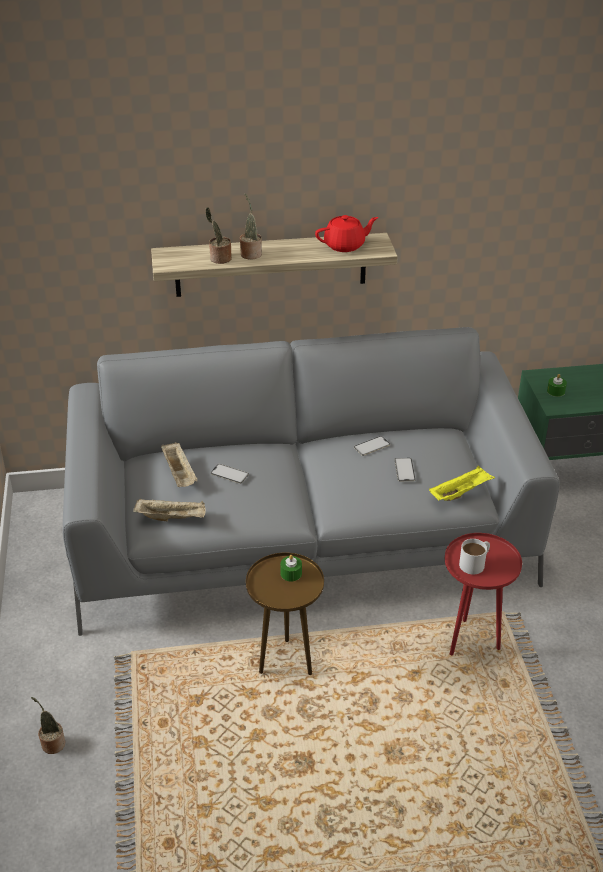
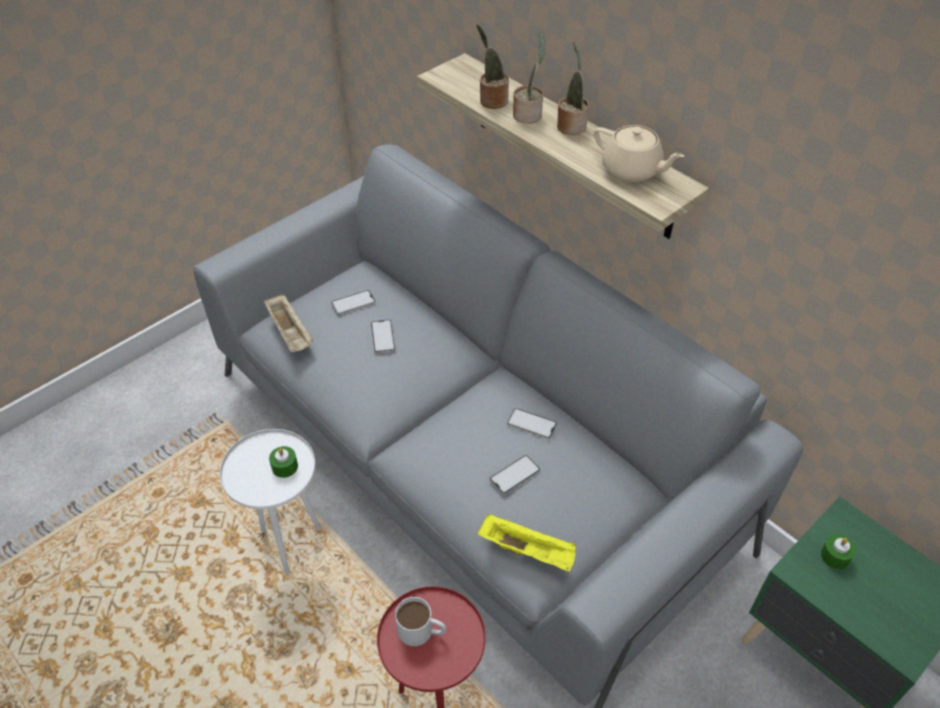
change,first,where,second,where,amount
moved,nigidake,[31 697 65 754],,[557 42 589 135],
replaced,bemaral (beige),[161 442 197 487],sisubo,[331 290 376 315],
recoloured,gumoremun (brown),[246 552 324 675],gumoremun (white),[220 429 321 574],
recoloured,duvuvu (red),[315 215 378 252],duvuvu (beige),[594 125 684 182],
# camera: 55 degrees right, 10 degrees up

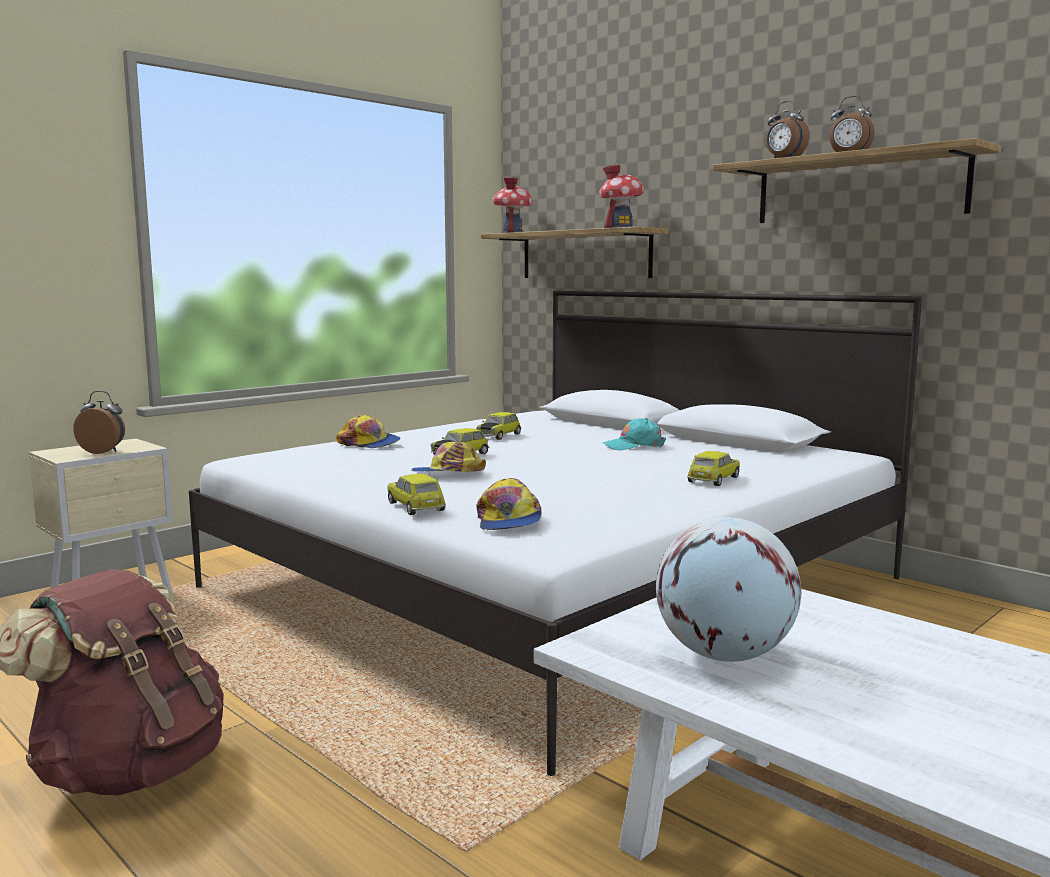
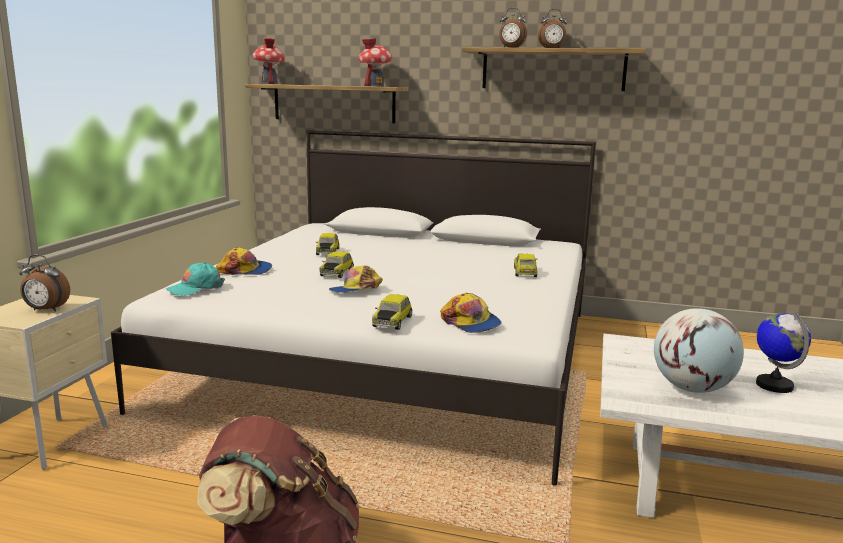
change,first,where,second,where,amount
added,,,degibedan,[756 312 811 393],
moved,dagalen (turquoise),[603 418 666 450],,[166 262 225 296],
turned,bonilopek,[73 391 125 454],,[20 255 70 312],150 degrees counterclockwise
turned,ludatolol,[387 474 446 515],,[372 294 413 330],105 degrees counterclockwise
# camera: 30 degrees left, 5 degrees up

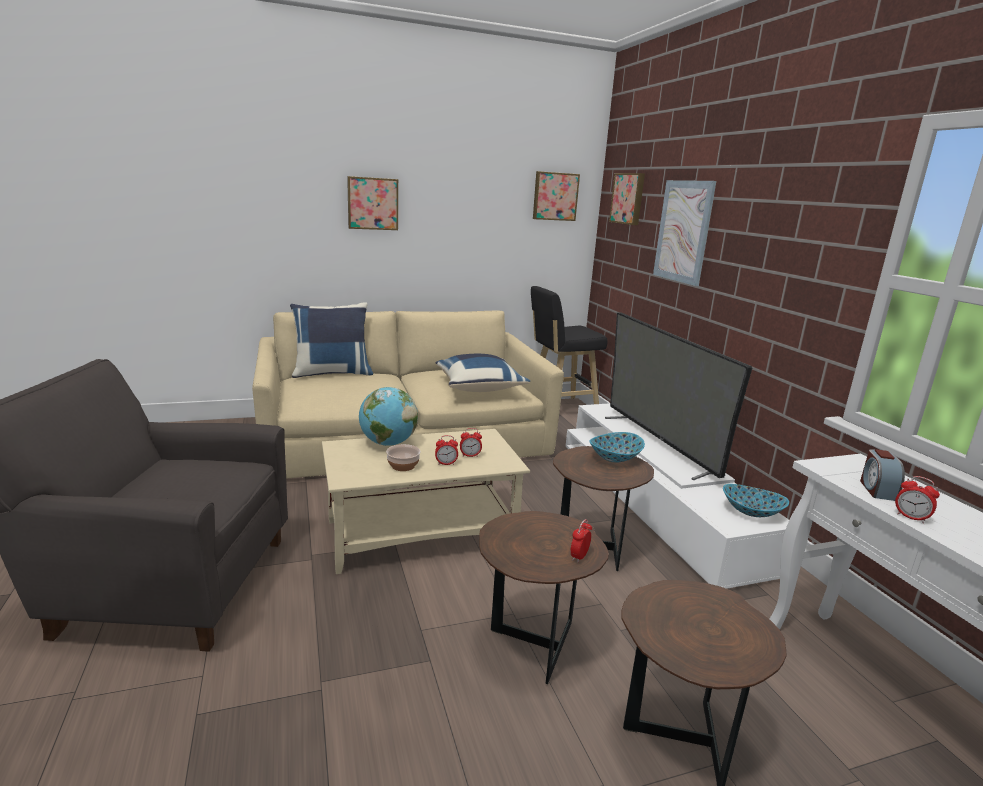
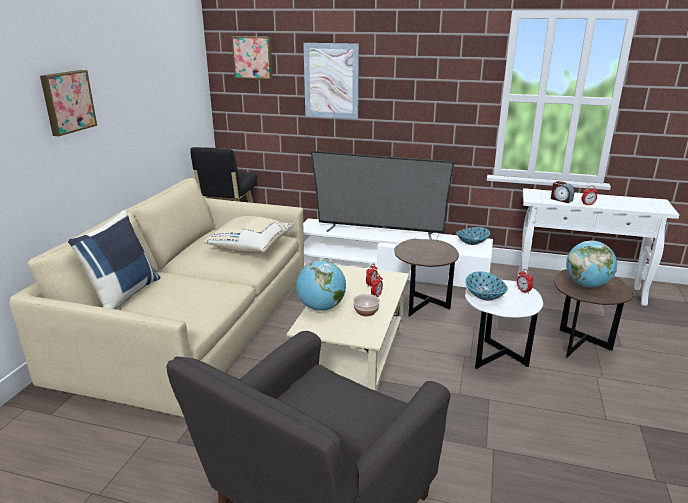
change,first,where,second,where,amount
removed,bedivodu,[533 171 580 221],,,
added,,,degibedan,[566 240 617 288],
moved,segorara,[589 432 645 463],,[465 271 508 300],
recoloured,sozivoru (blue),[436 354 530 392],sozivoru (beige),[204 216 294 253],
recoloured,gumoremun (brown),[479 511 609 684],gumoremun (white),[465 280 543 369],
# camera: 55 degrees left, 5 degrees up

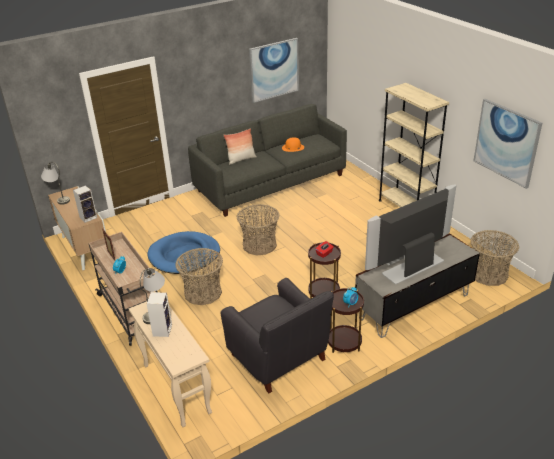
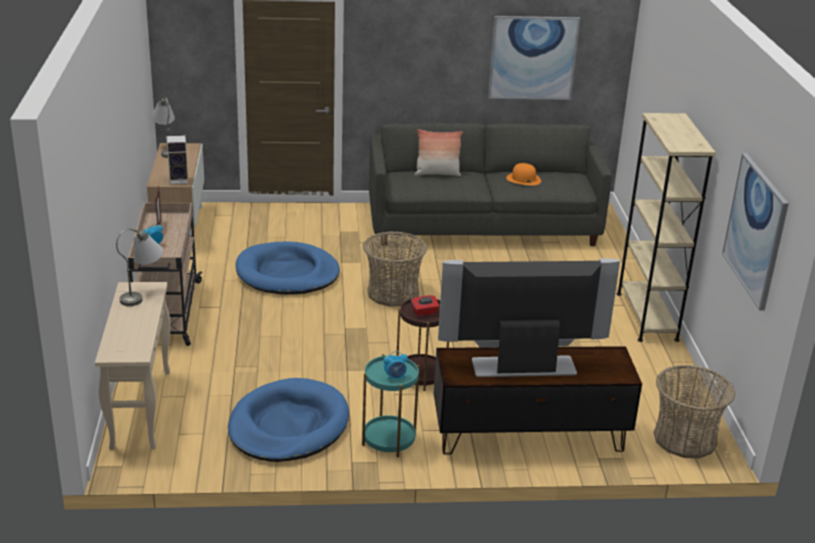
change,first,where,second,where,amount
removed,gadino,[147 292 172 337],,,
removed,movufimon,[175 248 223 305],,,
replaced,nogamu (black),[221 278 334 393],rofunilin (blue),[228 378 349 462],
recoloured,gumoremun (brown),[328 288 364 353],gumoremun (turquoise),[362 354 420 458],
recoloured,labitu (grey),[355 233 480 338],labitu (brown),[434 346 642 455],
# camera: 25 degrees right, 5 degrees down

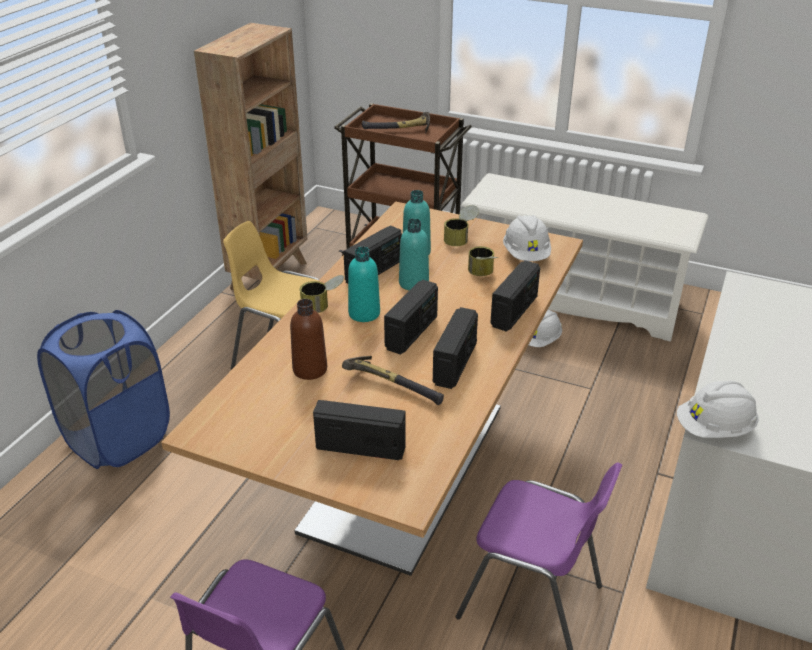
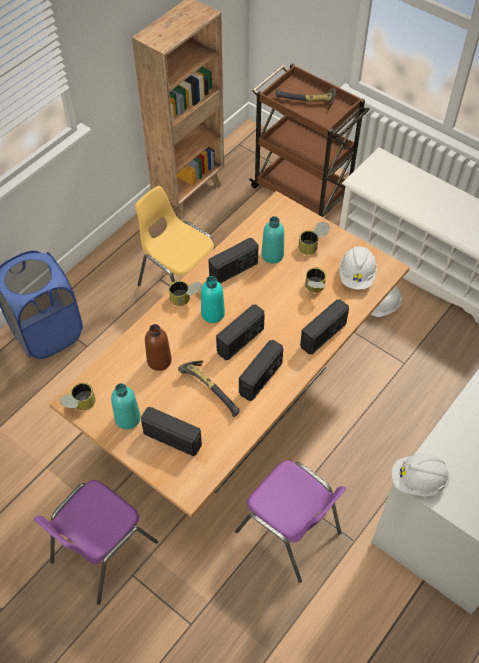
change,first,where,second,where,amount
added,,,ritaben,[59 383 96 410],
moved,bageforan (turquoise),[399 219 429 290],,[111 383 141 430],
# camera: 15 degrees right, 20 degrees up

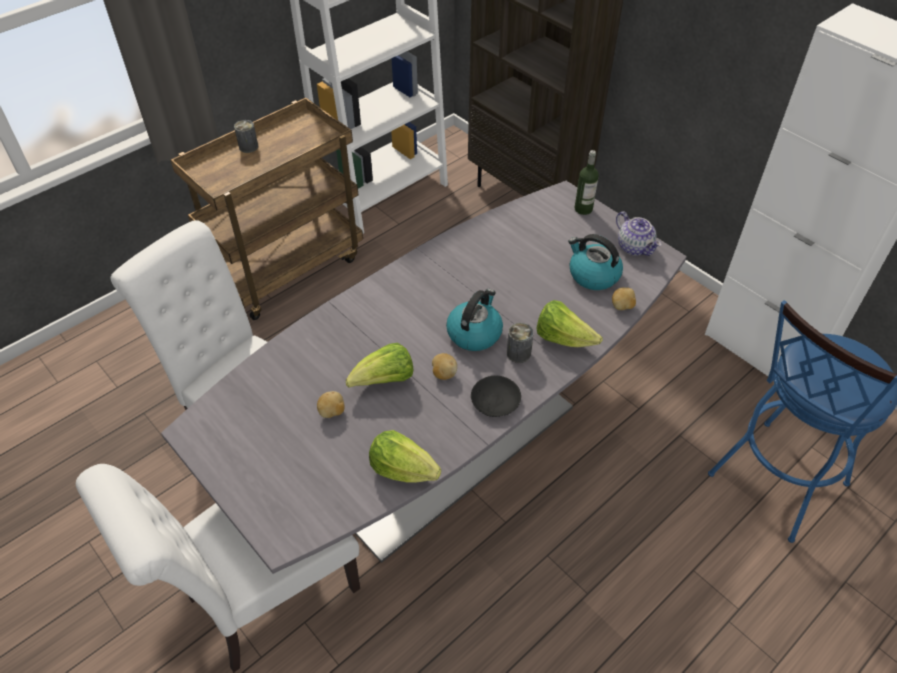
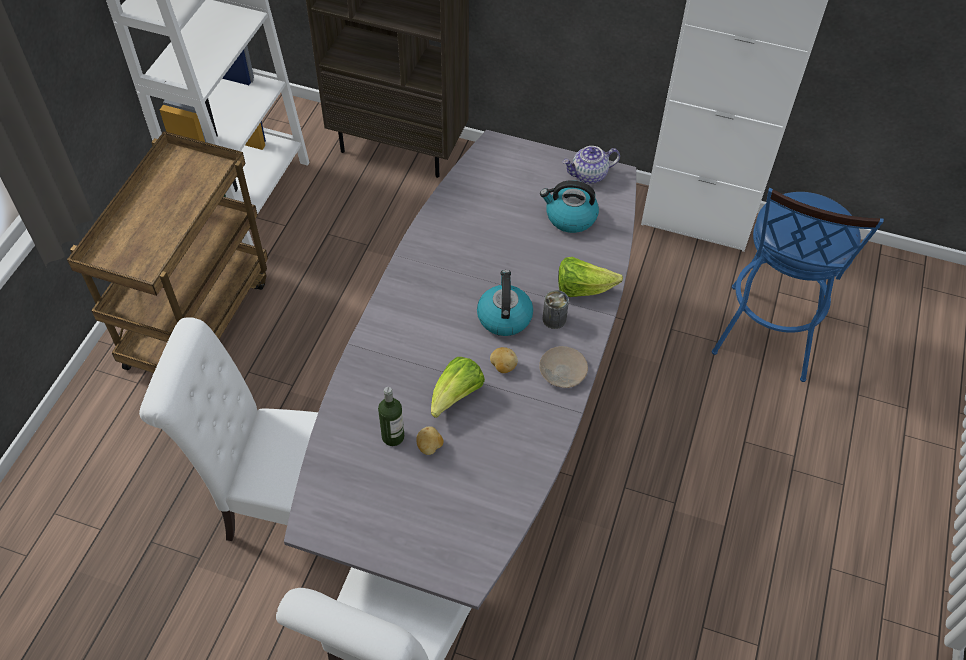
change,first,where,second,where,amount
removed,ritaben,[234 120 258 153],,,
removed,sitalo,[369 430 441 483],,,
removed,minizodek,[612 287 636 310],,,
moved,bageforan,[575 150 599 215],,[378 387 404 446],
recoloured,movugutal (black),[471 376 521 417],movugutal (beige),[539 346 588 388],
turned,duvuvu,[616 211 662 256],,[562 146 620 184],135 degrees clockwise
# camera: 30 degrees left, 5 degrees up

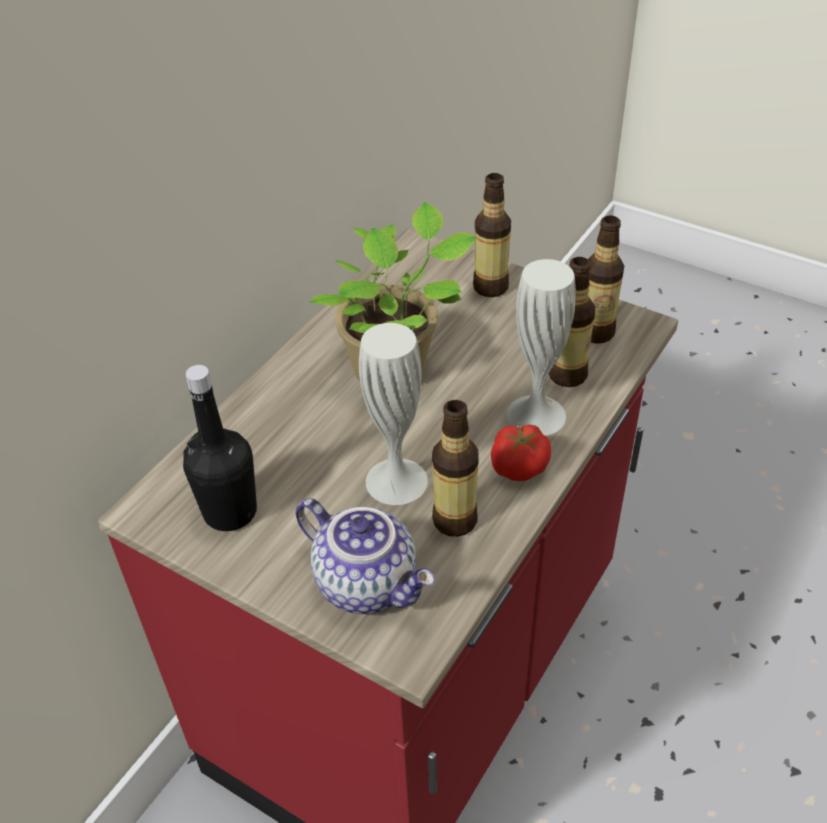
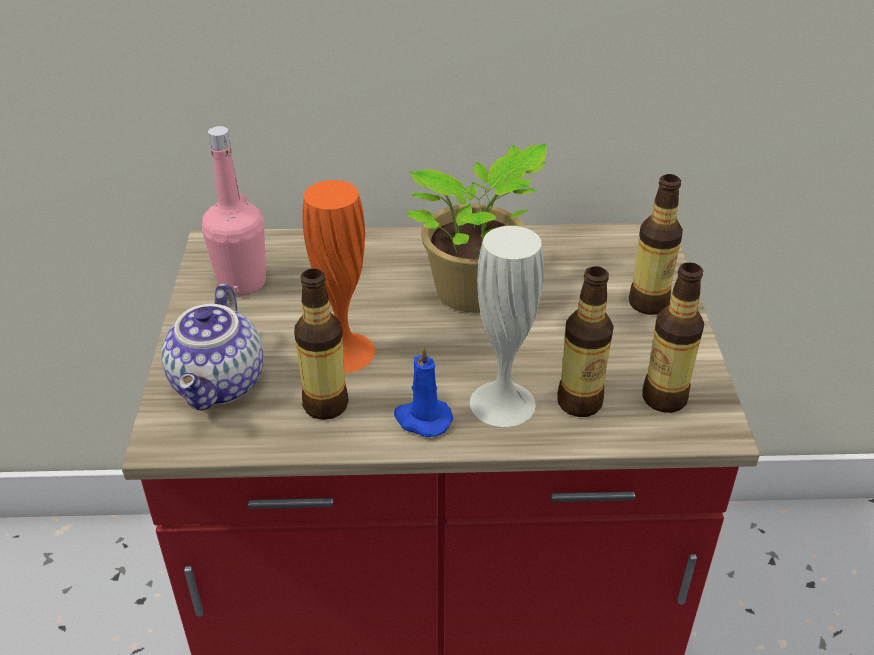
change,first,where,second,where,amount
replaced,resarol,[491 423 551 481],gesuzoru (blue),[394 345 453 437],
recoloured,bageforan (black),[183 365 257 531],bageforan (pink),[202 126 266 296],
recoloured,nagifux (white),[359 323 428 505],nagifux (orange),[302 180 375 373],
# camera: 55 degrees right, 5 degrees down

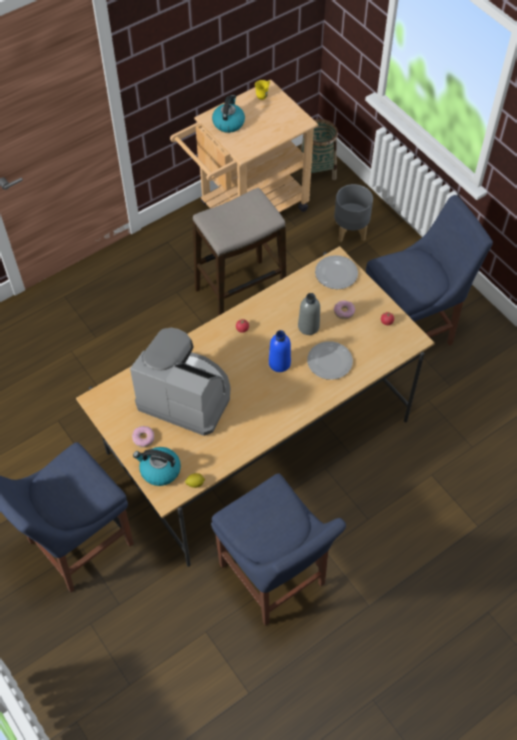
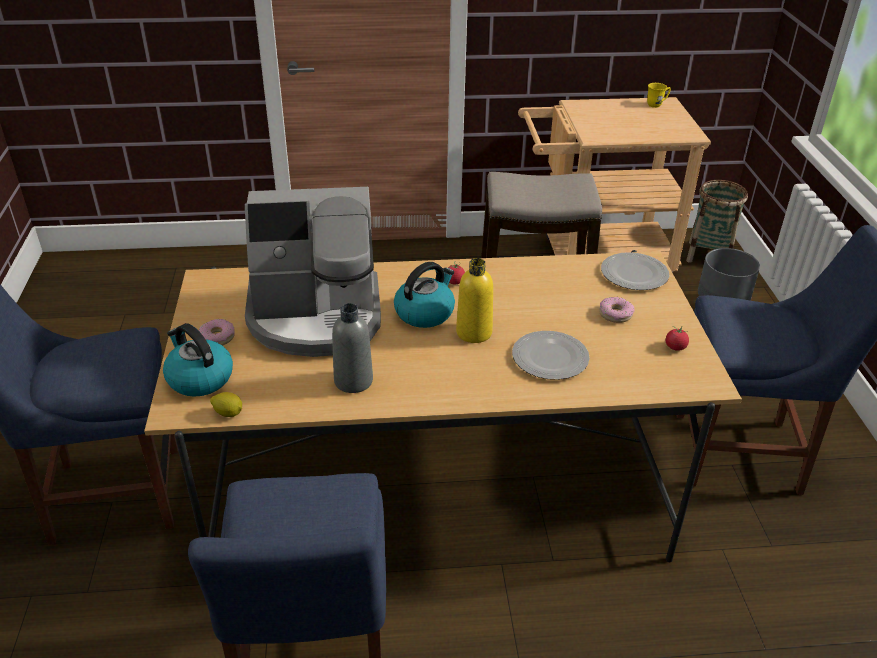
change,first,where,second,where,amount
moved,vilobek,[212 95 245 133],,[394 262 455 328],
moved,bageforan (grey),[298 293 320 335],,[332 303 373 393],
recoloured,bageforan (blue),[269 330 291 372],bageforan (yellow),[456 258 493 343],
turned,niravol,[130 328 230 436],,[245 187 381 357],120 degrees clockwise
# camera: 30 degrees right, 20 degrees down

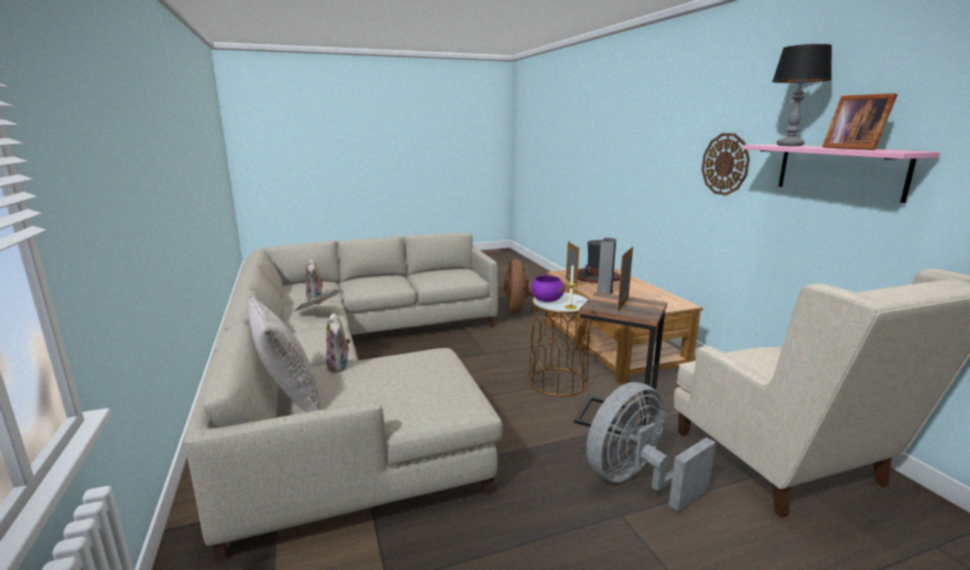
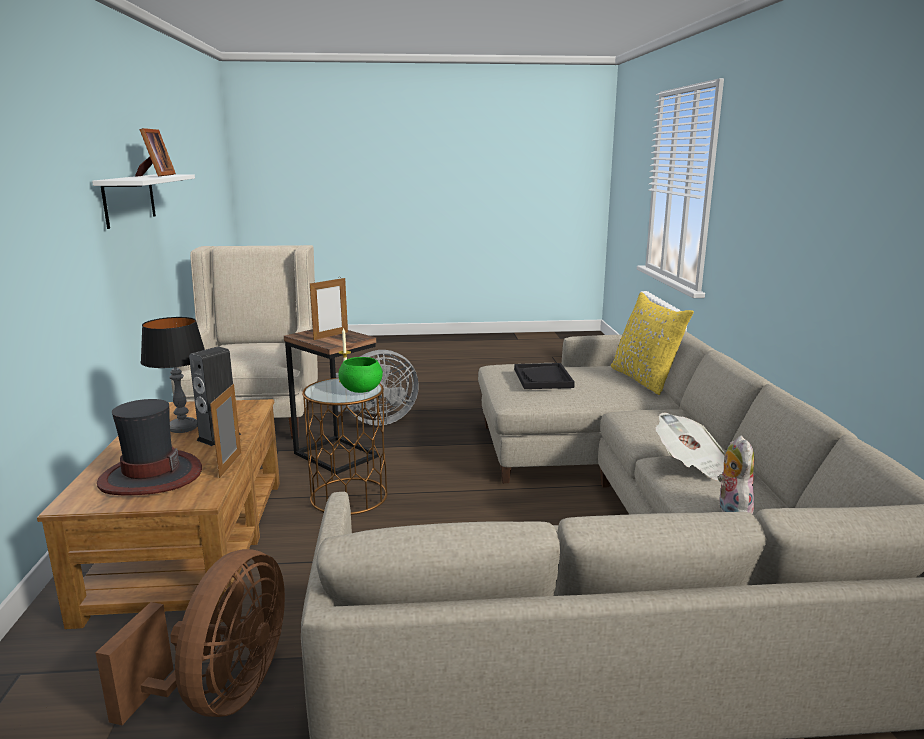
change,first,where,second,where,amount
removed,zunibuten,[326 313 351 372],,,
removed,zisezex,[702 133 750 196],,,
added,,,bemaral (black),[514 363 575 389],
moved,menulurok,[772 44 832 146],,[140 317 205 433],
recoloured,sozivoru (grey),[247 293 320 412],sozivoru (yellow),[611 292 694 395],
recoloured,segorara (purple),[531 275 564 302],segorara (green),[338 357 383 393],
recoloured,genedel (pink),[742 144 940 203],genedel (white),[92 174 195 229],
# camera: 165 degrees left, 0 degrees up

